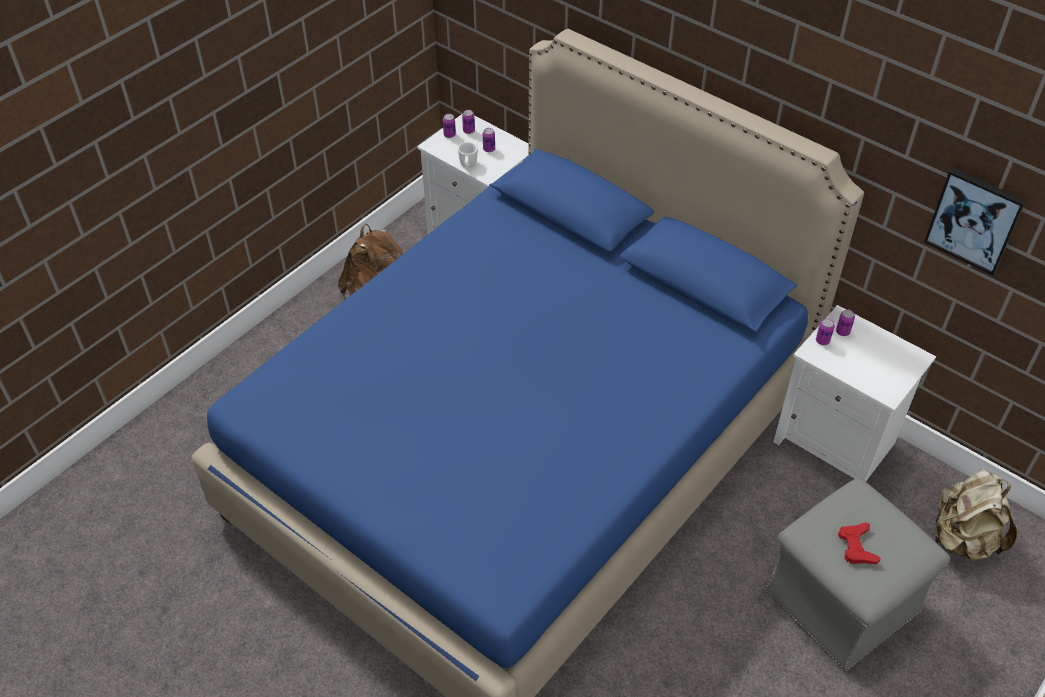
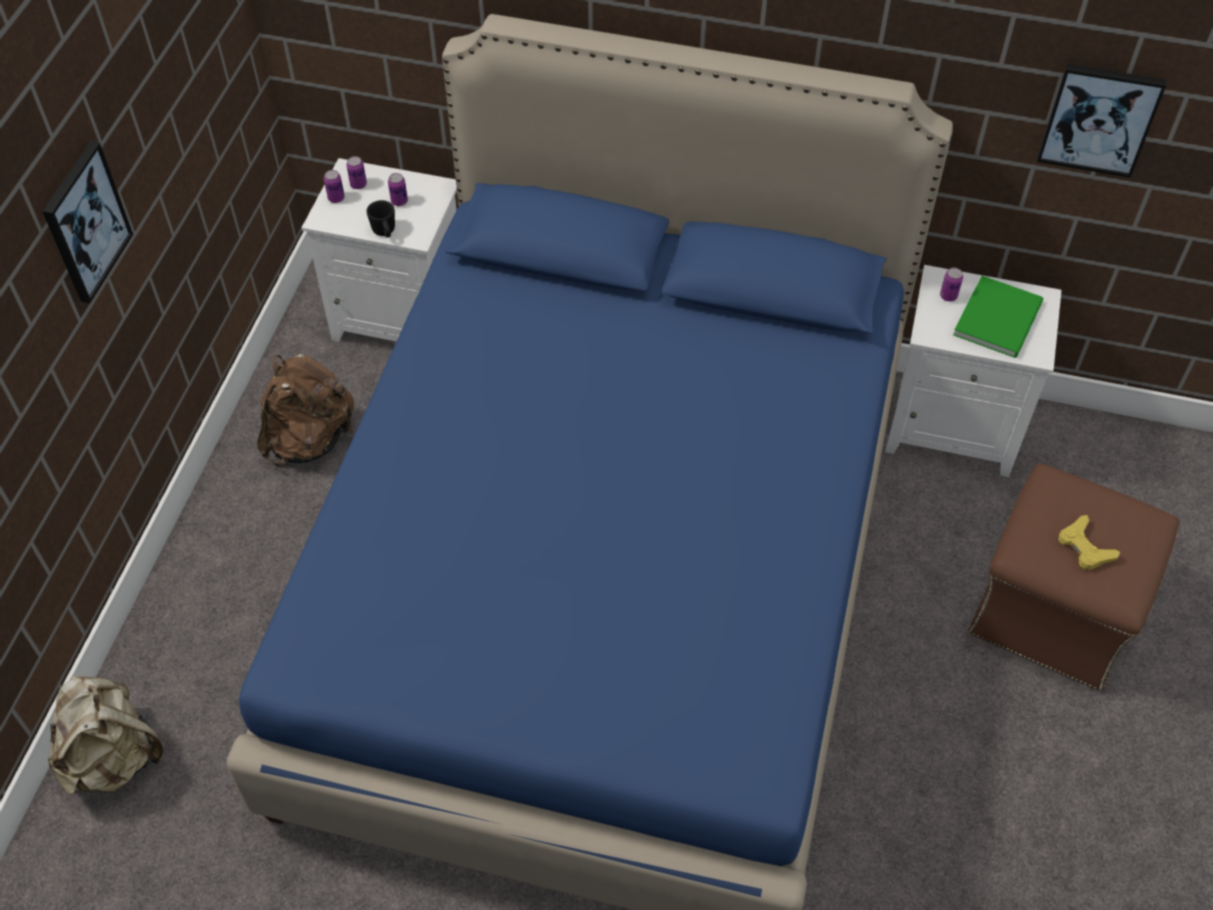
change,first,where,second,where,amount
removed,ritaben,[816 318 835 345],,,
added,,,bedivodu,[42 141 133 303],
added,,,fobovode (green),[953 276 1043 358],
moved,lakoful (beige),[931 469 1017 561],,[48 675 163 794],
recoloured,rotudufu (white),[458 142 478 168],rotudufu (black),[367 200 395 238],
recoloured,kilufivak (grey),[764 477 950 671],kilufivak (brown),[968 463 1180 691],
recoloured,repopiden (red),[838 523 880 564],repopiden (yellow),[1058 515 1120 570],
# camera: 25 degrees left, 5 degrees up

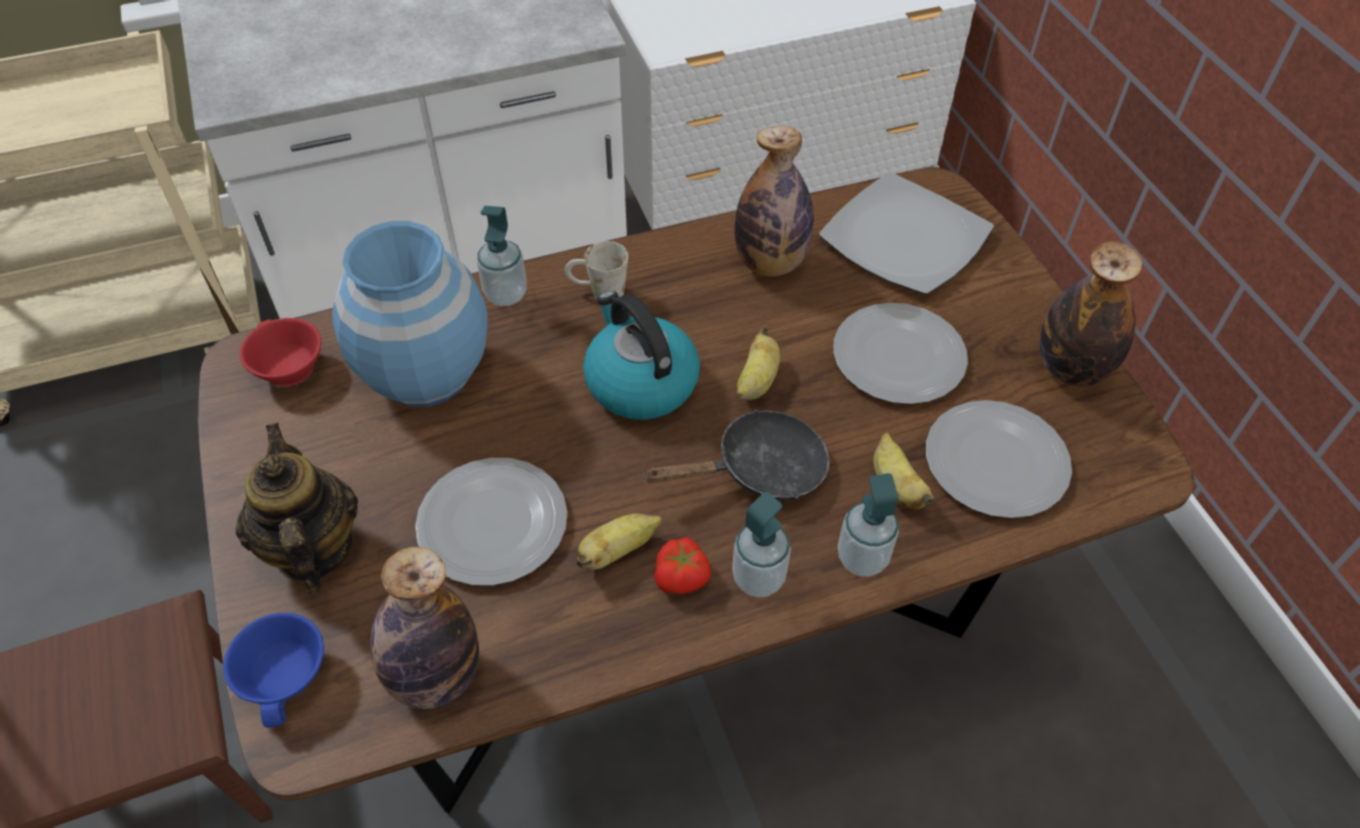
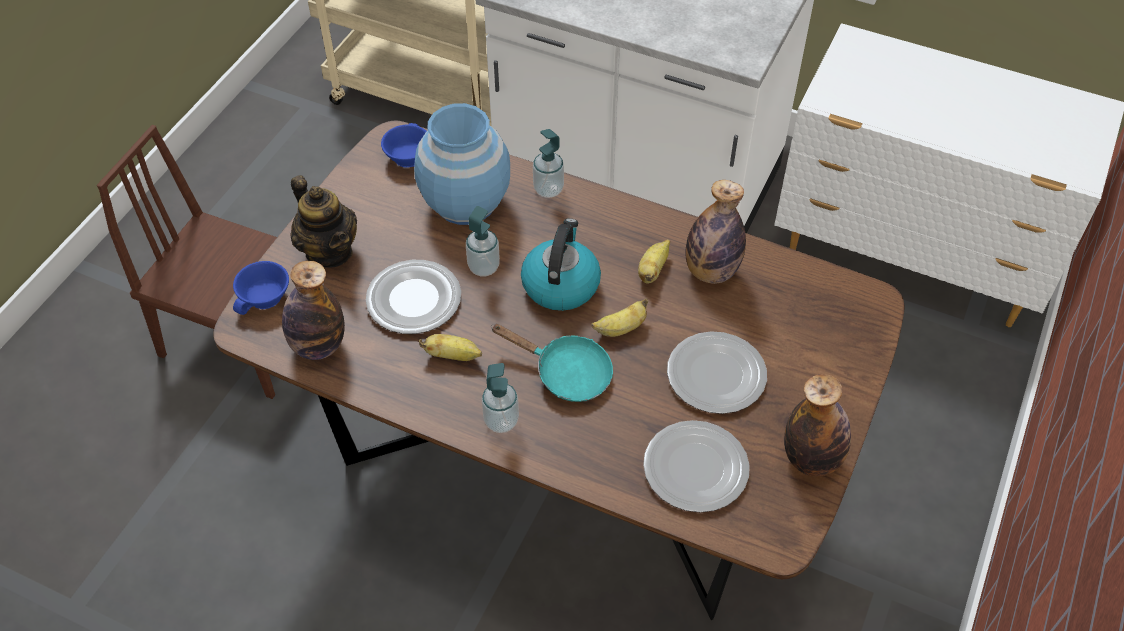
change,first,where,second,where,amount
removed,rotudufu (white),[564 241 628 299],,,
removed,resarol,[654 537 711 594],,,
removed,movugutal,[819 172 994 294],,,
moved,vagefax,[838 473 899 577],,[466 206 500 276],
moved,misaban,[874 433 935 509],,[638 239 670 284],
recoloured,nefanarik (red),[240 318 321 386],nefanarik (blue),[381 123 426 168],
recoloured,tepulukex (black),[643 410 829 501],tepulukex (turquoise),[491 324 613 402],
turned,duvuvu,[236 423 358 594],,[291 175 357 268],120 degrees clockwise
# camera: 45 degrees right, 0 degrees up

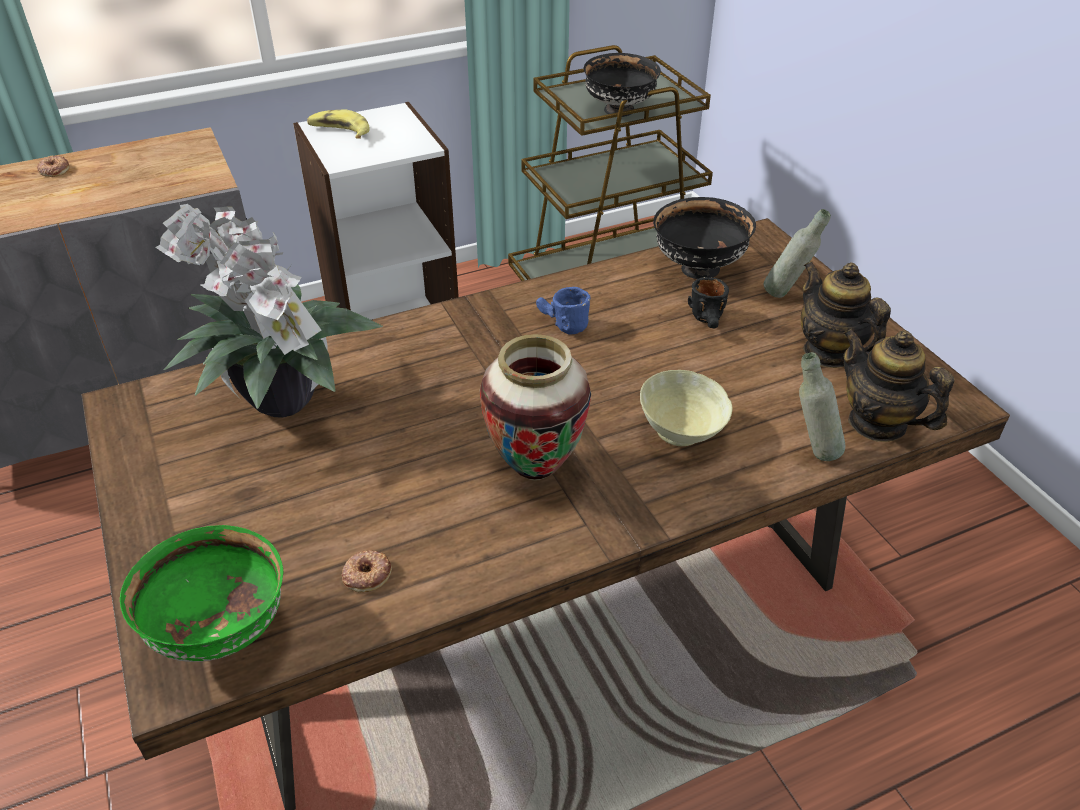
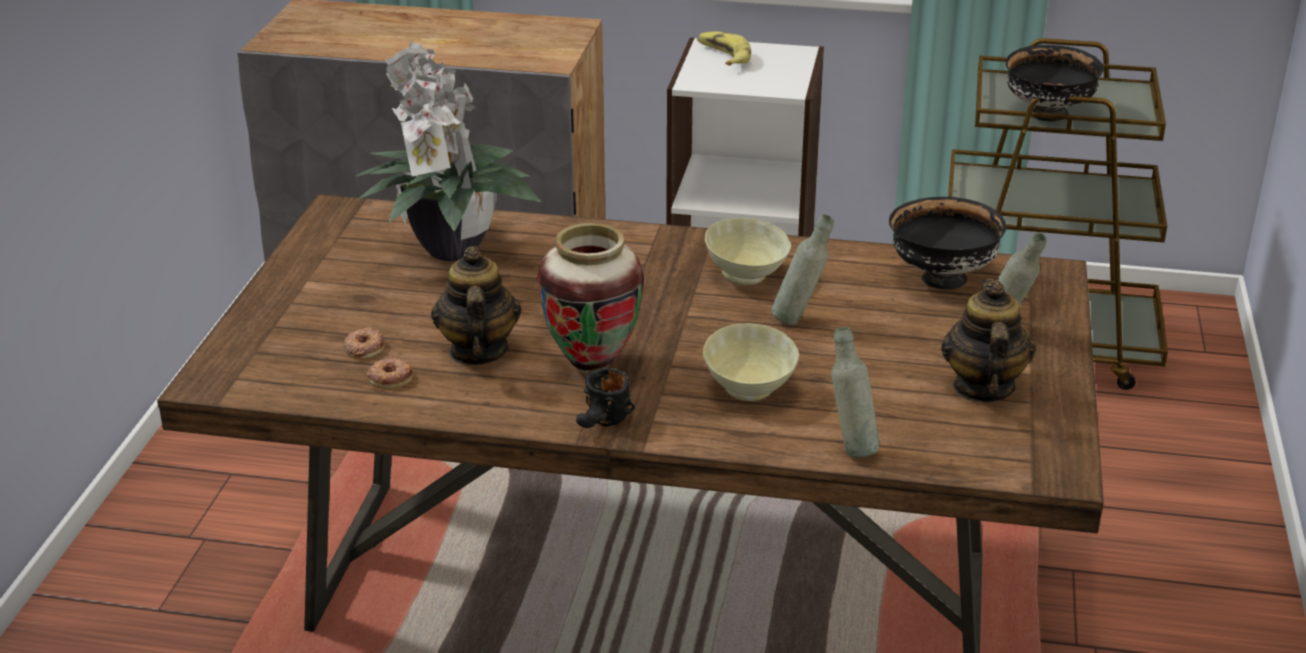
change,first,where,second,where,amount
removed,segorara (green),[120 525 283 662],,,
added,,,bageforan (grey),[771 214 834 325],
moved,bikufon,[37 155 69 177],,[344 327 385 359],
moved,rotudufu (black),[688 277 729 328],,[576 368 635 428],
moved,duvuvu,[843 328 955 442],,[431 246 521 365],
replaced,rotudufu (blue),[536 287 590 334],segorara (beige),[705 218 791 285],
# camera: 35 degrees right, 10 degrees down

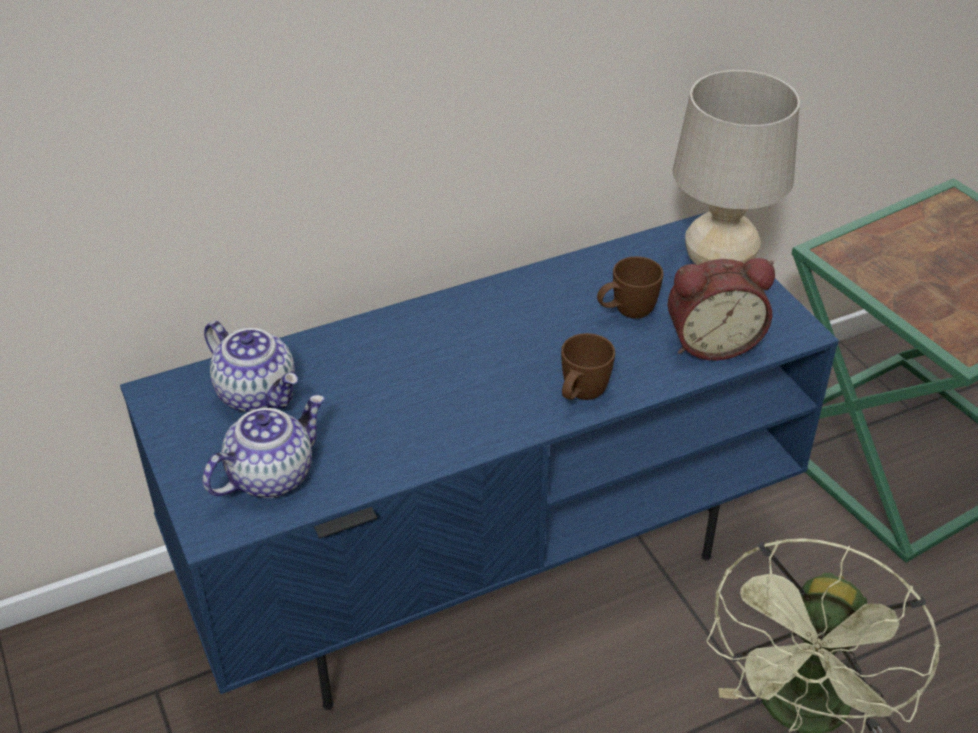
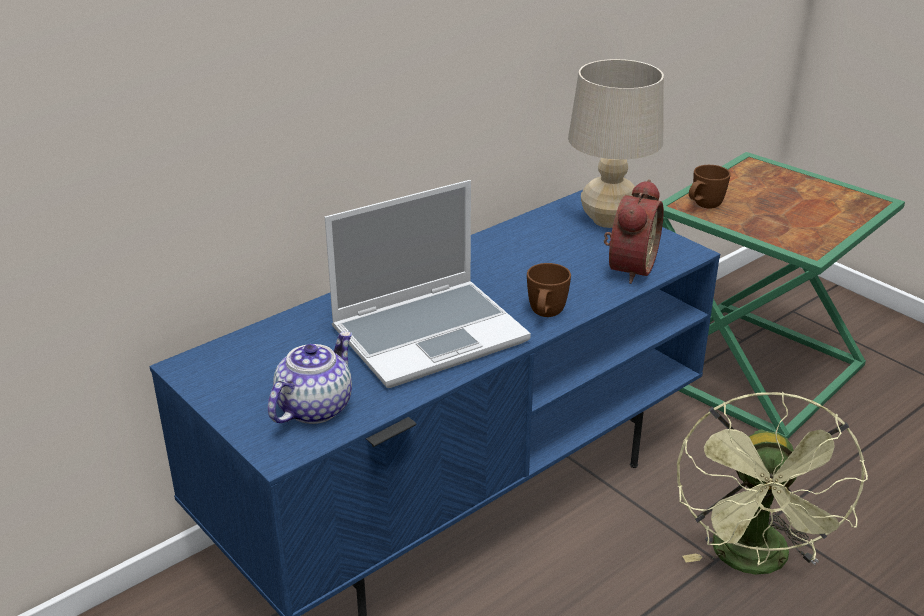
change,first,where,second,where,amount
removed,duvuvu,[204 321 298 412],,,
added,,,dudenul,[325 180 531 388],
moved,rotudufu (brown),[597 256 663 319],,[689 165 731 209],
turned,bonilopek,[668 258 775 361],,[604 179 664 284],45 degrees counterclockwise
# camera: 15 degrees left, 10 degrees down

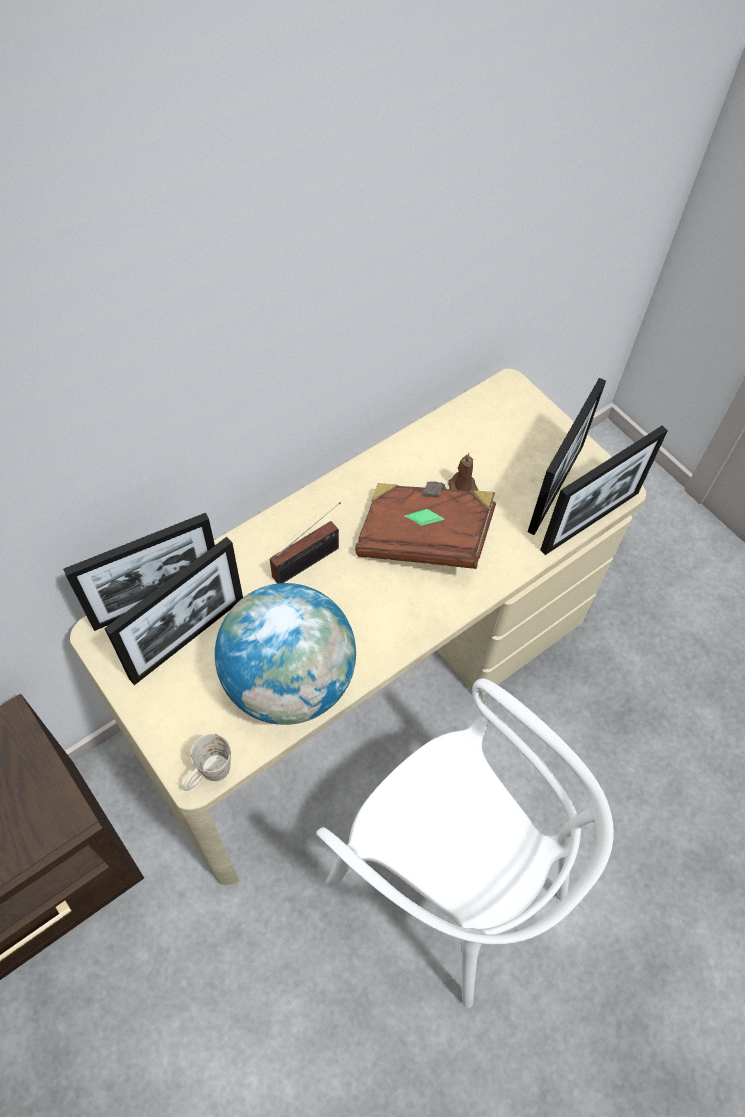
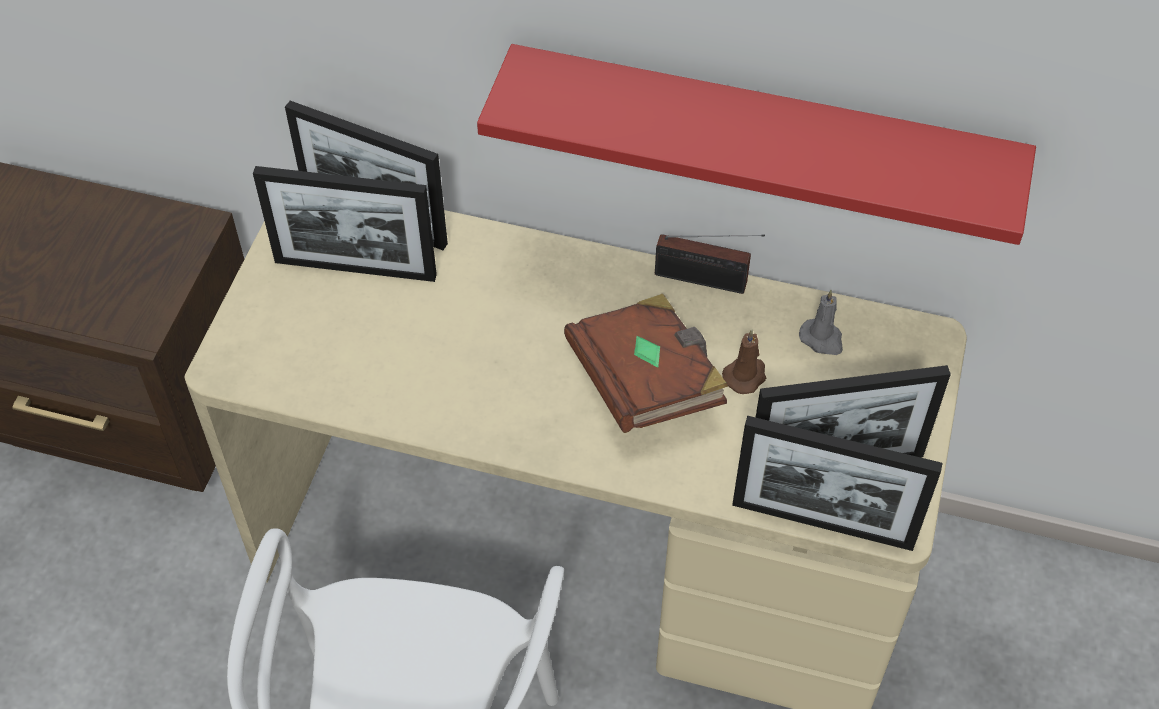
change,first,where,second,where,amount
removed,rotudufu (white),[184 734 231 791],,,
removed,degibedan,[215 583 356 725],,,
added,,,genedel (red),[477 44 1036 245],
added,,,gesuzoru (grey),[799 290 843 355],
moved,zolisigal,[270 502 341 584],,[655 234 765 294],
# camera: 55 degrees right, 5 degrees down

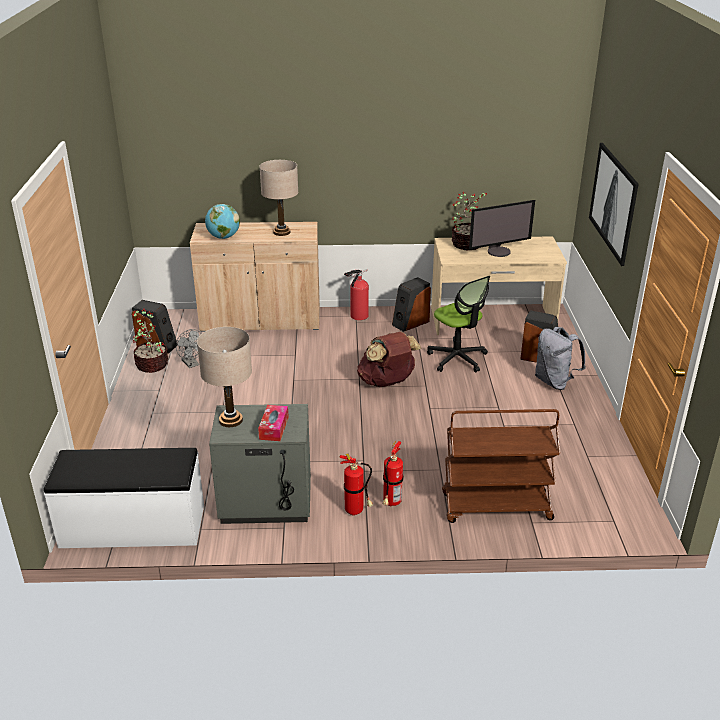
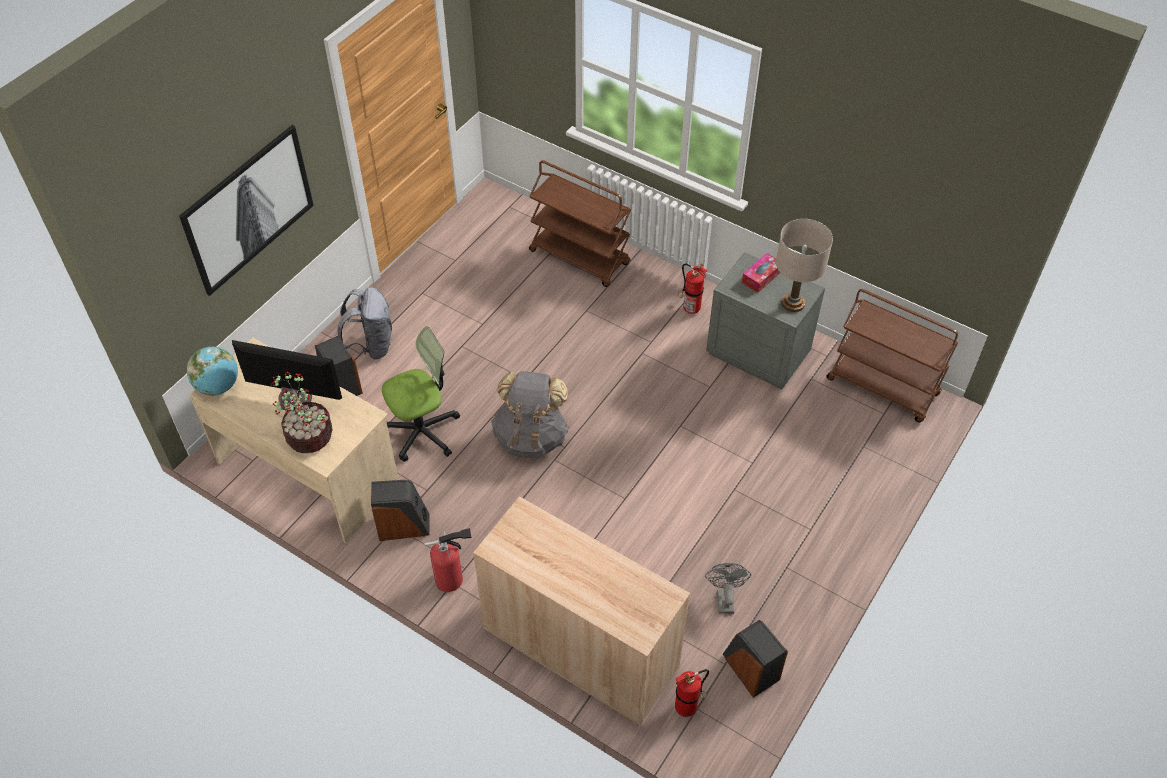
change,first,where,second,where,amount
removed,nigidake,[131 309 169 373],,,
removed,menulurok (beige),[259 160 298 236],,,
moved,degibedan,[205 204 240 239],,[187 347 238 396],
moved,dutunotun,[383 441 403 506],,[675 669 709 717],
replaced,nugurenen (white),[44 448 204 548],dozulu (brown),[826 289 958 423],
recoloured,lakoful (brown),[357 332 421 387],lakoful (grey),[491 371 569 458],
turned,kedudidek,[427 276 490 372],,[382 326 460 462],60 degrees clockwise
# camera: 145 degrees left, 20 degrees up

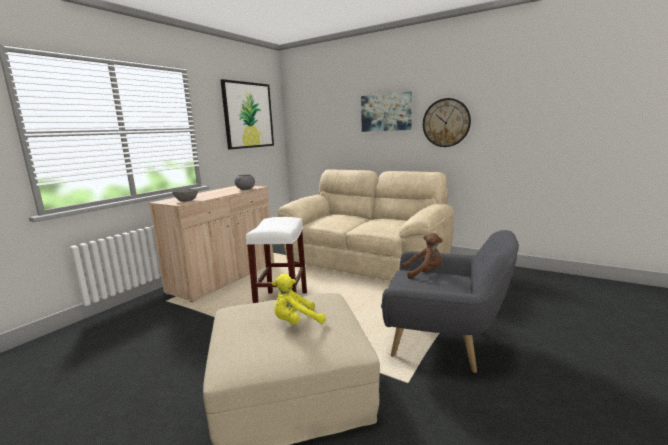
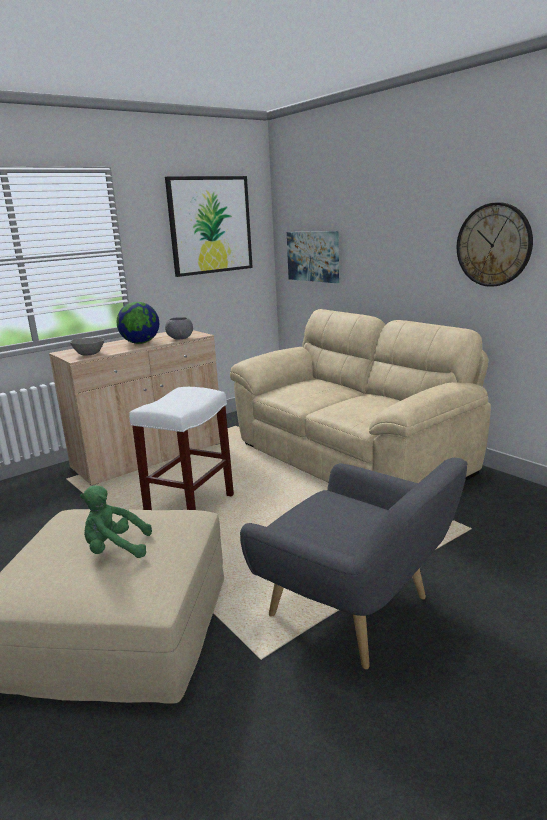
change,first,where,second,where,amount
removed,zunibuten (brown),[403 233 443 279],,,
added,,,degibedan,[117 302 159 344],
moved,bedivodu,[361 92 412 132],,[287 231 339 283],
recoloured,zunibuten (yellow),[272 274 325 325],zunibuten (green),[80 485 152 558],
# camera: 20 degrees right, 5 degrees up

